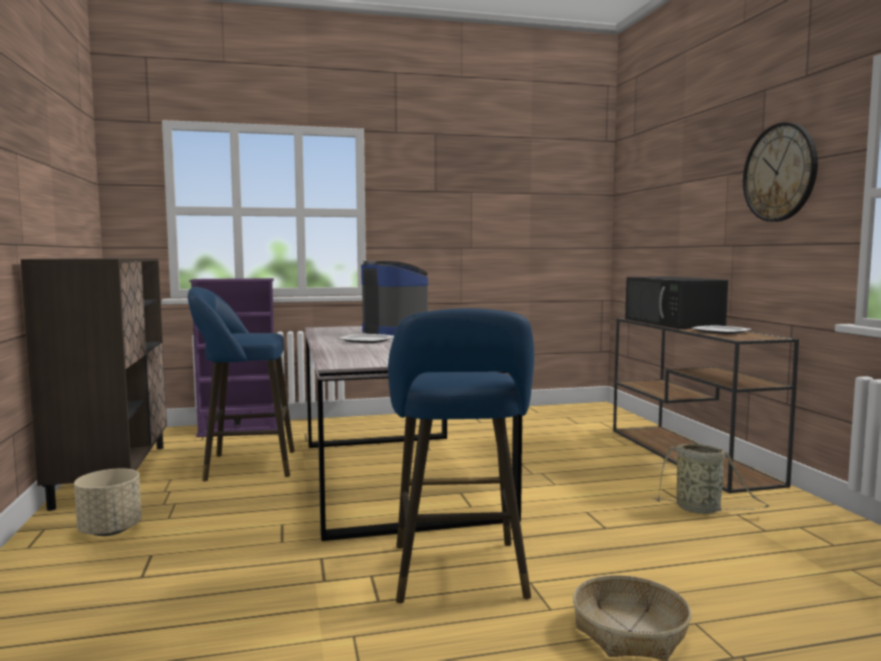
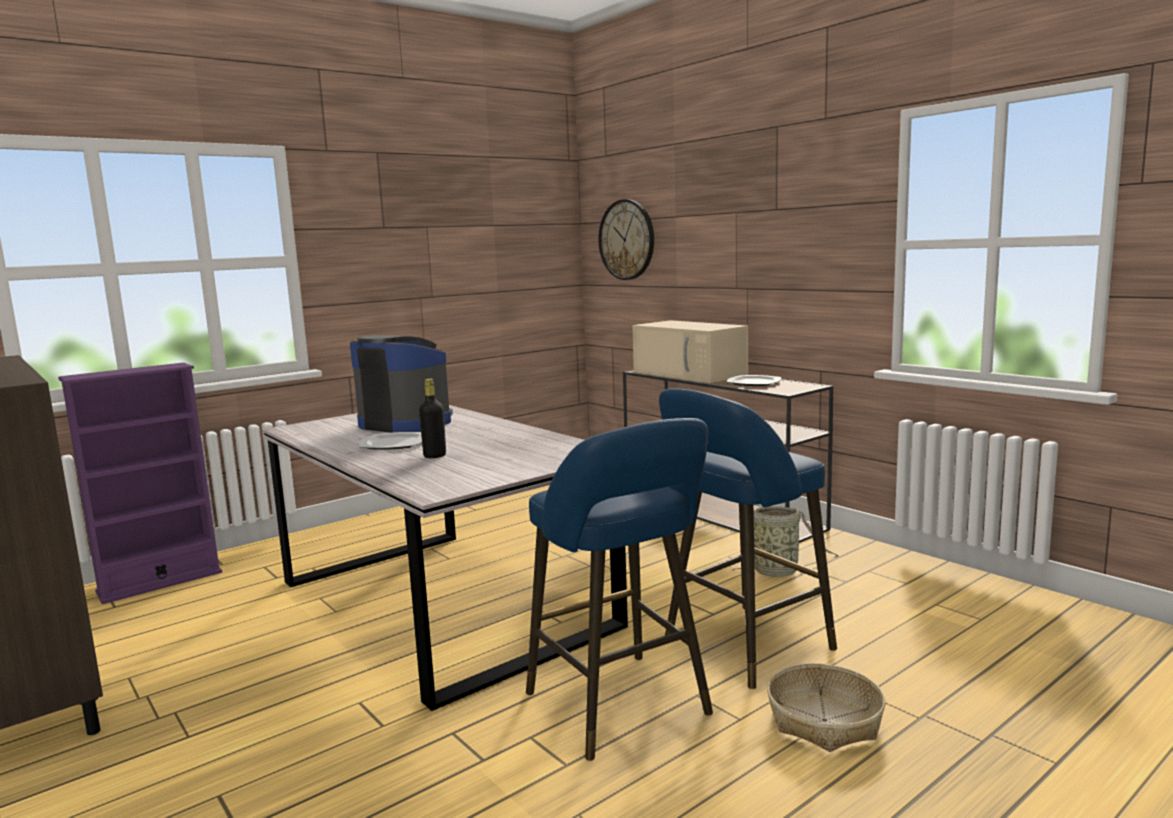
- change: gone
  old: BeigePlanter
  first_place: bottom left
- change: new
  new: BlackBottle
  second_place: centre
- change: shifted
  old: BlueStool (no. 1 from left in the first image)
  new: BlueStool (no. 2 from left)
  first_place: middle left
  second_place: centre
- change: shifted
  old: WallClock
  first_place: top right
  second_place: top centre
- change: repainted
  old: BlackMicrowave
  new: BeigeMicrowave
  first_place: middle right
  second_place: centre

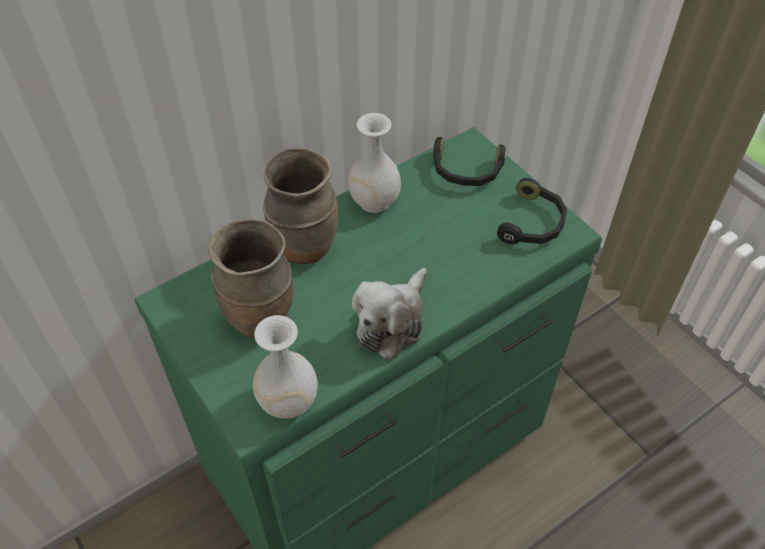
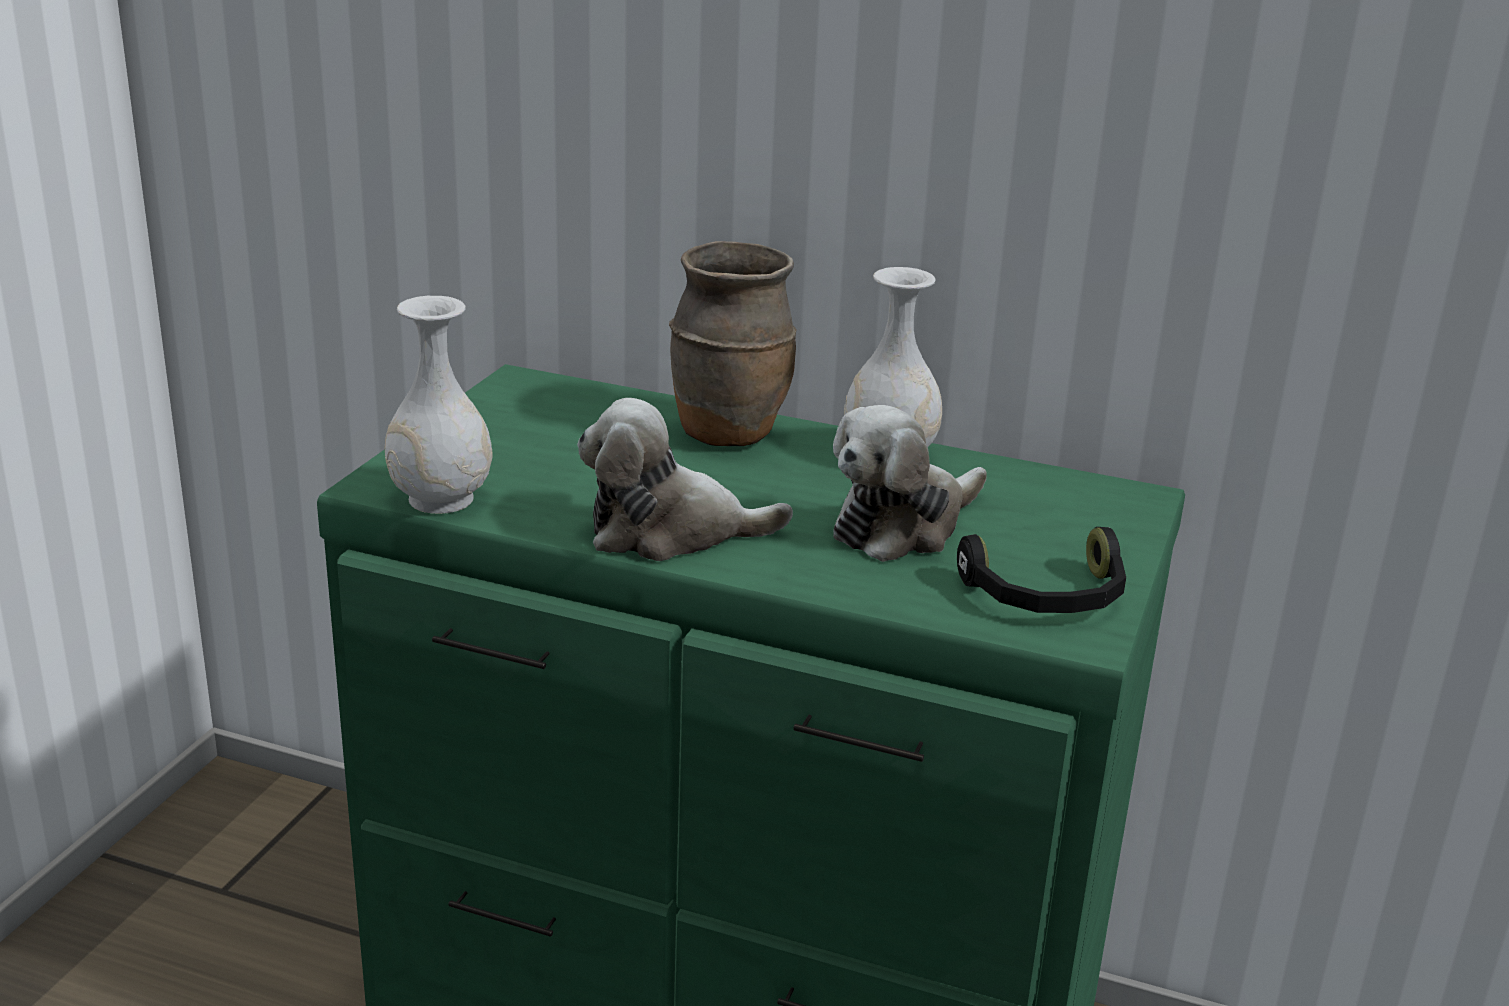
- change: gone
  old: BrownVase (no. 1 from left)
  first_place: middle left
- change: gone
  old: BlackHeadphones (no. 1 from left)
  first_place: top centre
- change: new
  new: PlushToy (no. 2 from left)
  second_place: centre

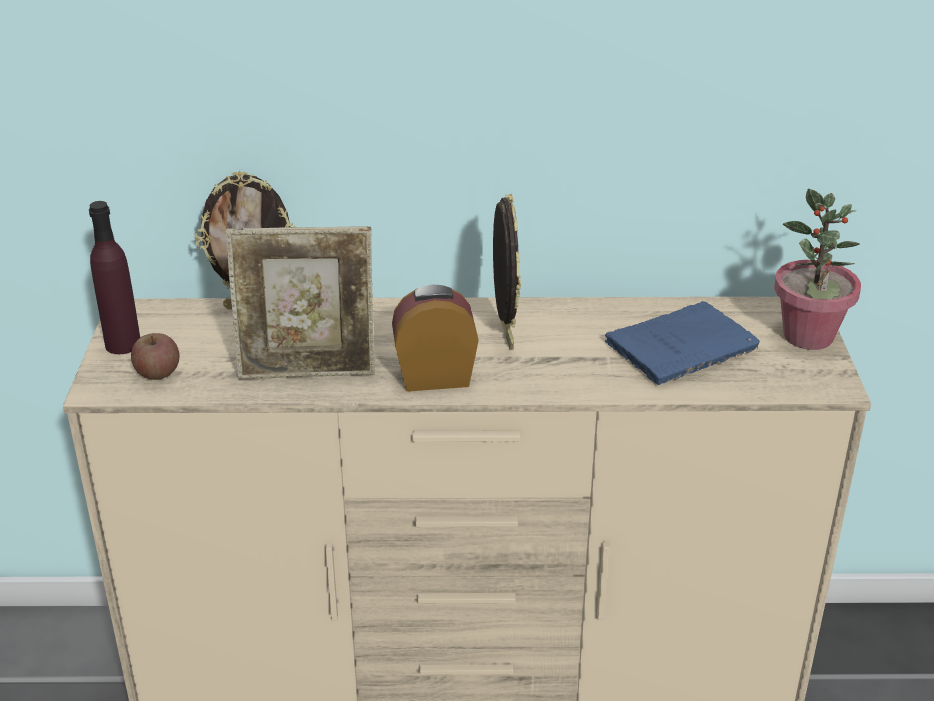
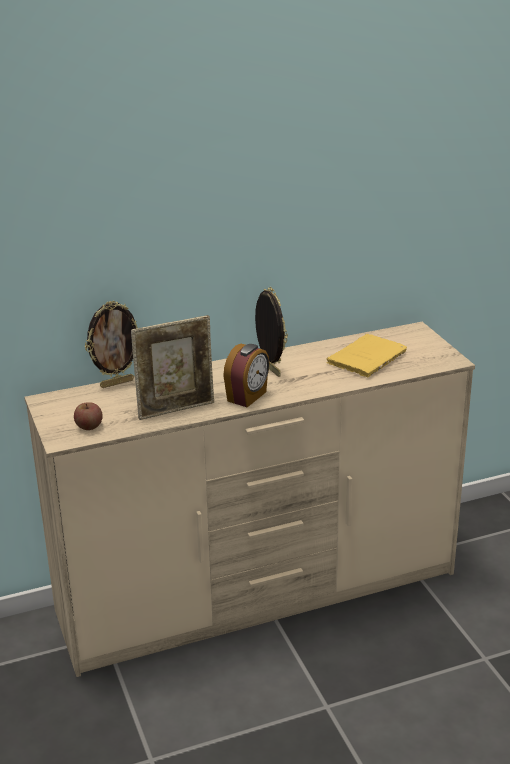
- change: gone
  old: PurpleBottle
  first_place: middle left
- change: gone
  old: PottedPlant
  first_place: middle right
- change: repainted
  old: BlueBook
  new: YellowBook
  first_place: middle right
  second_place: middle right
- change: rotated
  old: AlarmClock
  first_place: centre
  second_place: centre
  degrees: 150

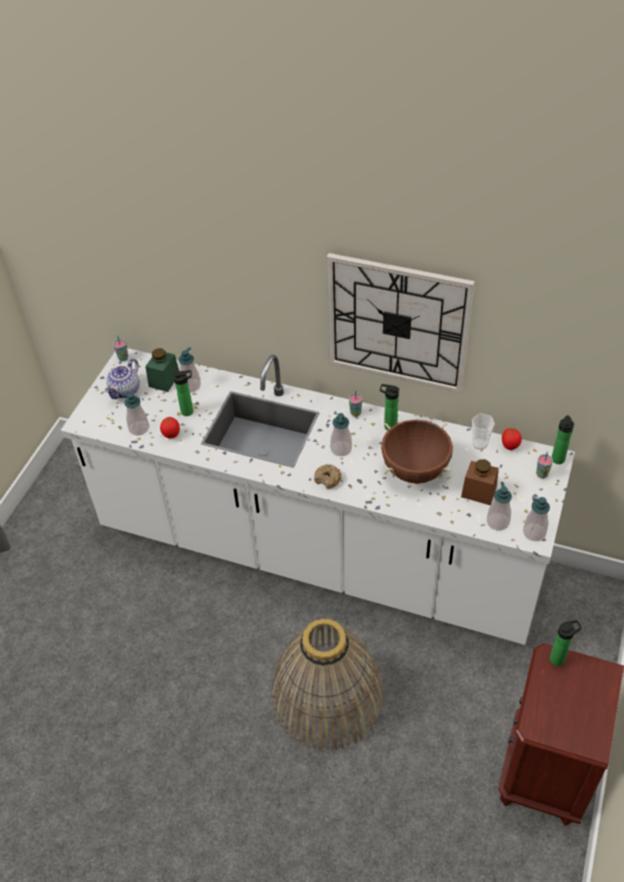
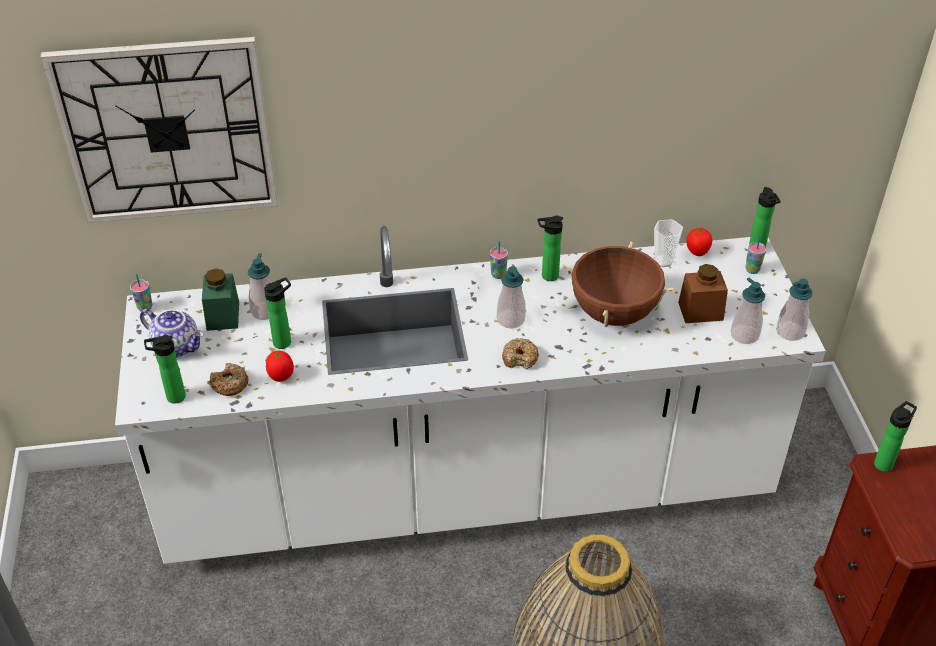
- change: new
  new: Bottle (no. 1 from left)
  second_place: middle left
- change: shifted
  old: WallClock
  first_place: centre
  second_place: top left
- change: swapped
  old: SoapDispenser (no. 1 from left)
  new: Donut (no. 1 from left)
  first_place: middle left
  second_place: middle left
- change: rotated
  old: Teapot
  first_place: middle left
  second_place: middle left
  degrees: -60

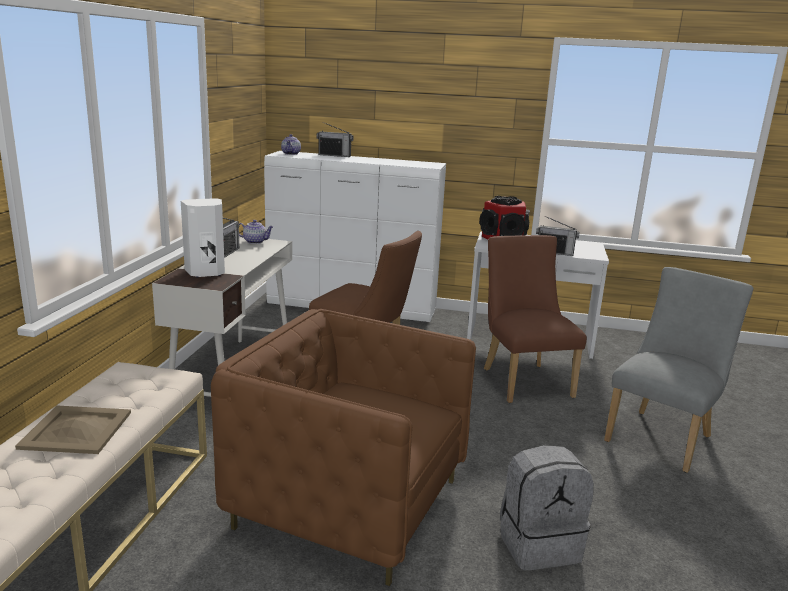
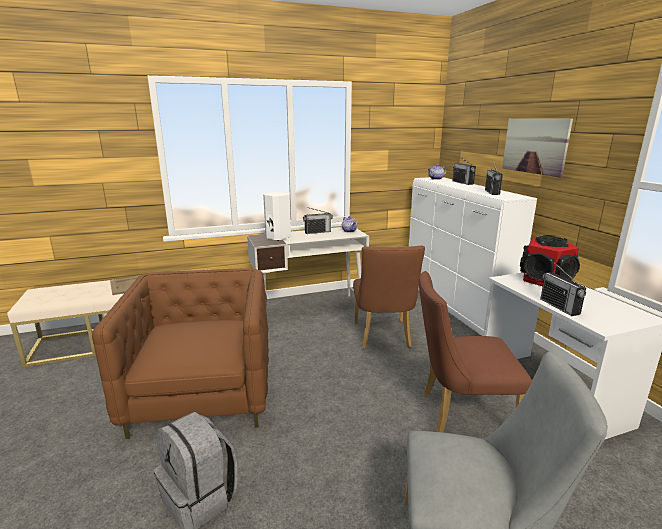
- change: new
  new: Radio (no. 3 from left)
  second_place: middle right
- change: new
  new: Picture
  second_place: top right
- change: rotated
  old: BrownChair (no. 2 from left)
  first_place: middle right
  second_place: middle right
  degrees: -135

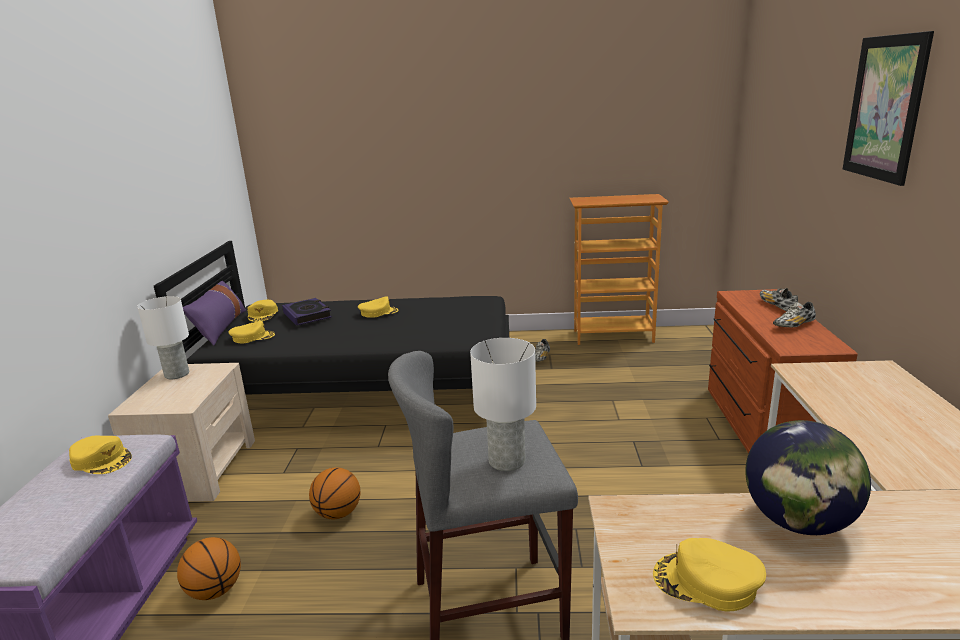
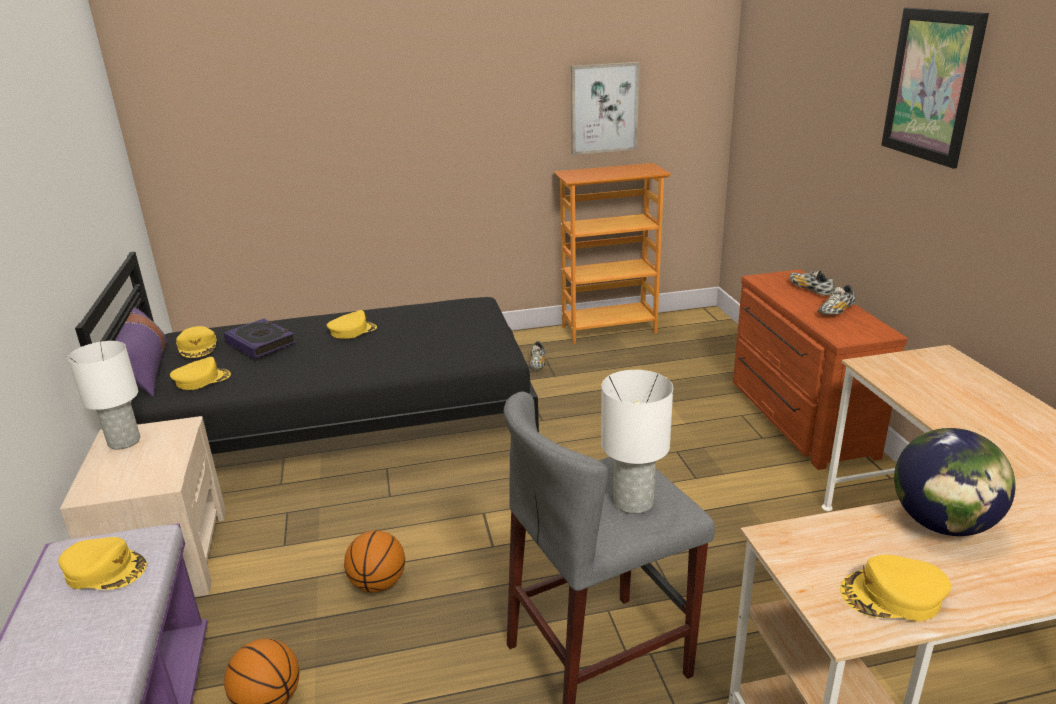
- change: new
  new: Picture (no. 1 from left)
  second_place: top centre

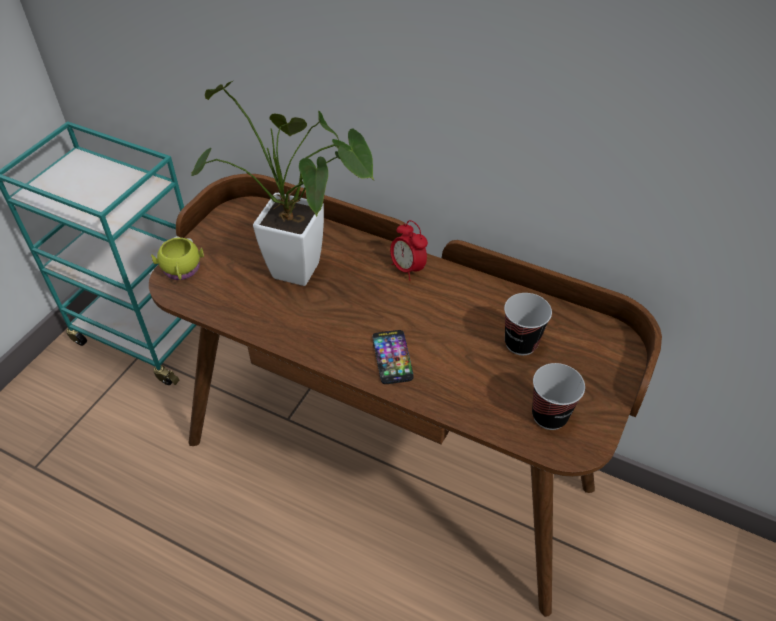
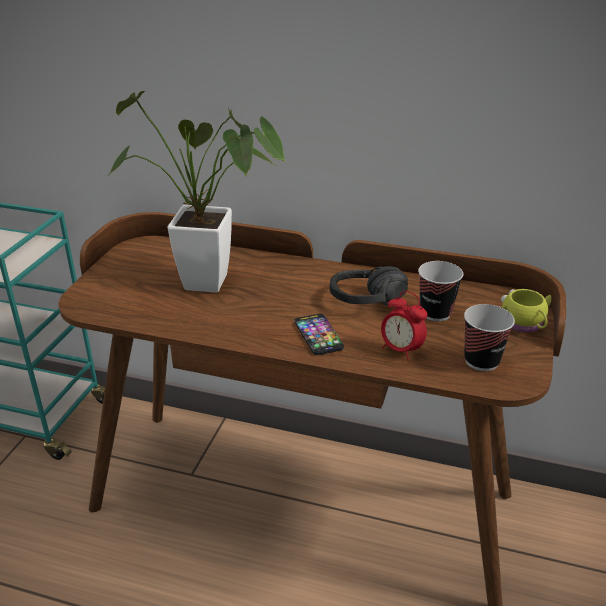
- change: new
  new: BlackHeadphones
  second_place: centre
- change: shifted
  old: YellowMug
  first_place: middle left
  second_place: middle right
- change: shifted
  old: AlarmClock
  first_place: centre
  second_place: middle right

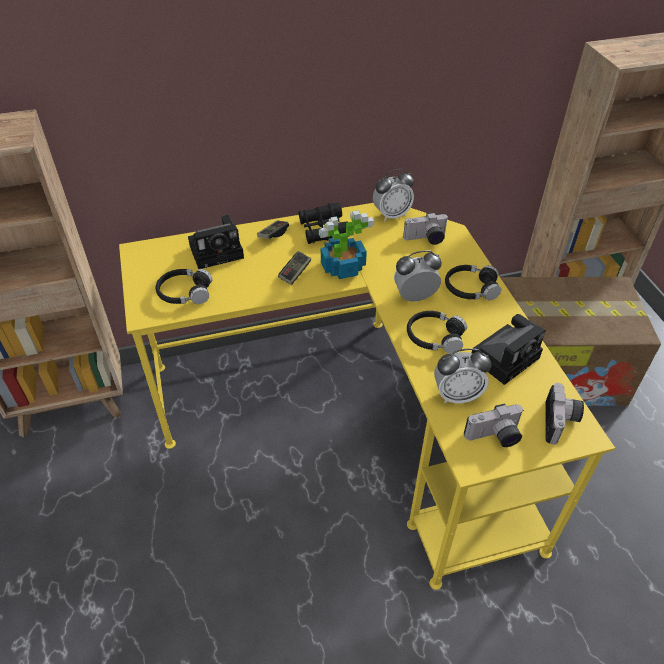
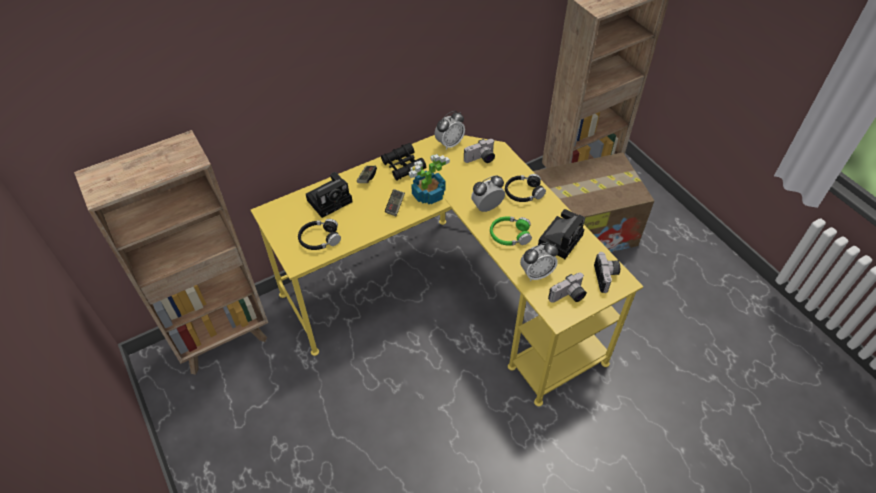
- change: repainted
  old: BlackHeadphones (no. 2 from left)
  new: GreenHeadphones
  first_place: centre
  second_place: centre

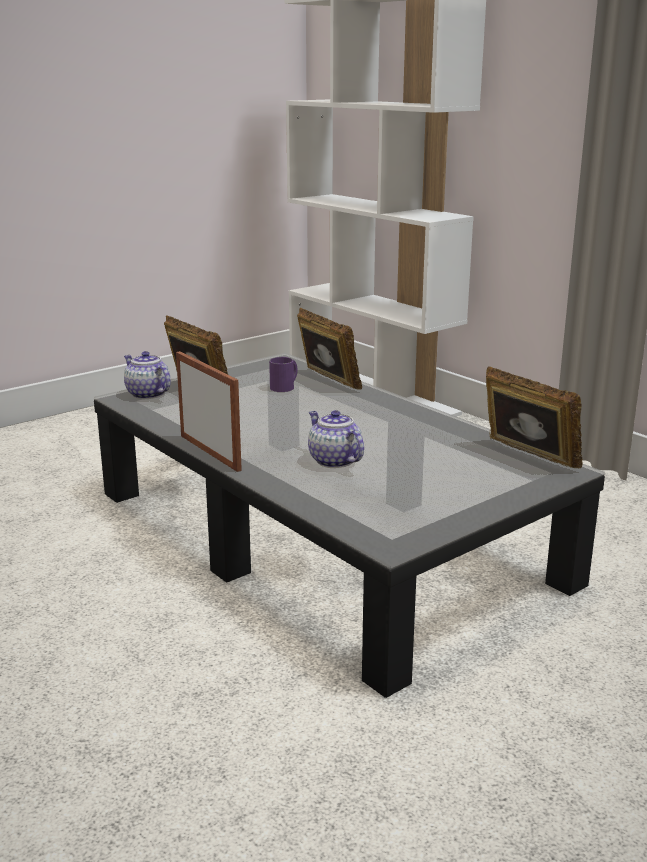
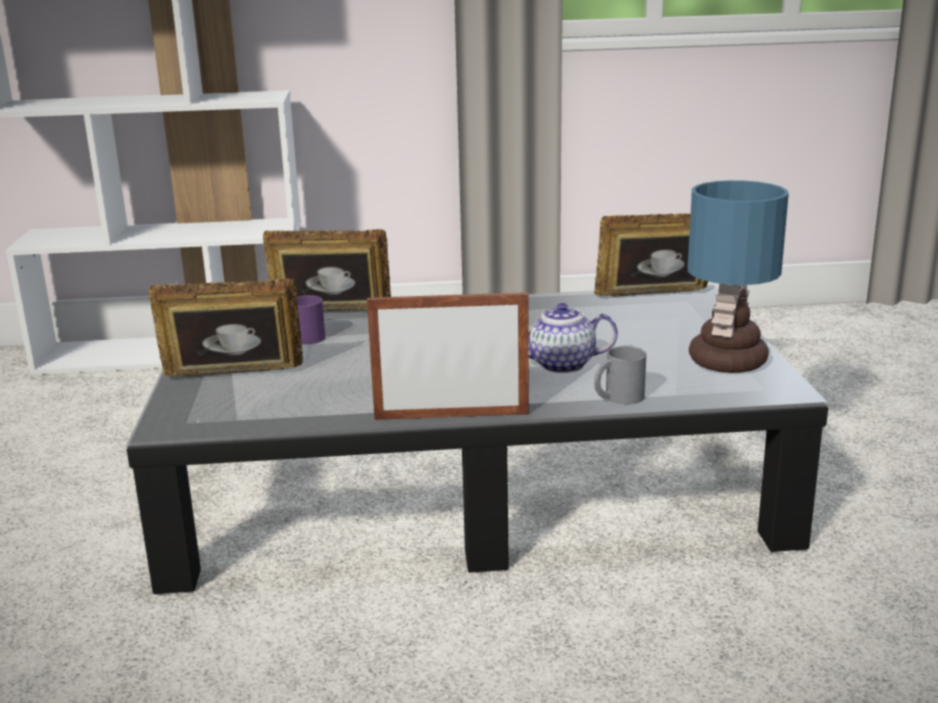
- change: gone
  old: Teapot (no. 1 from left)
  first_place: middle left
- change: new
  new: GreyMug
  second_place: centre
- change: new
  new: TableLamp
  second_place: middle right

